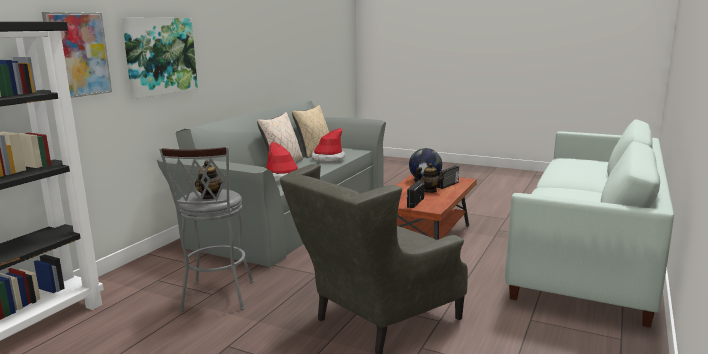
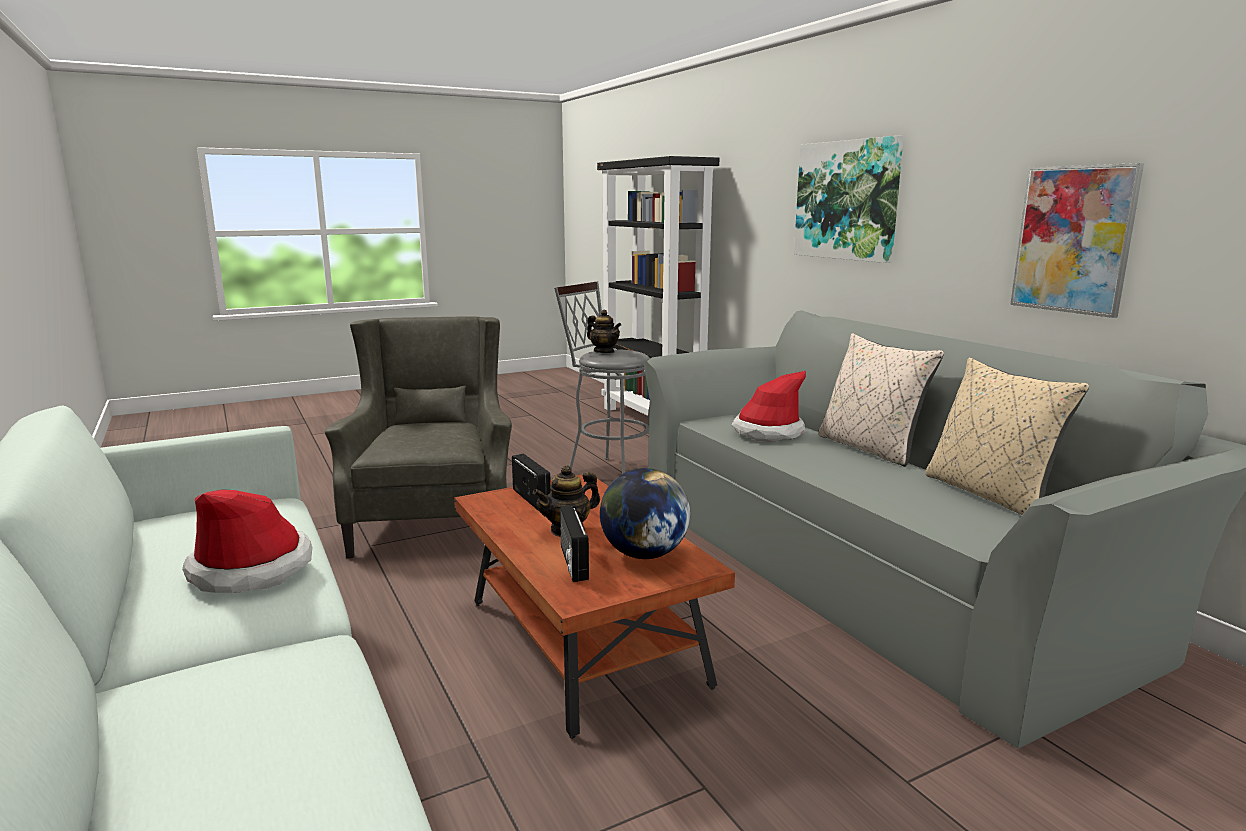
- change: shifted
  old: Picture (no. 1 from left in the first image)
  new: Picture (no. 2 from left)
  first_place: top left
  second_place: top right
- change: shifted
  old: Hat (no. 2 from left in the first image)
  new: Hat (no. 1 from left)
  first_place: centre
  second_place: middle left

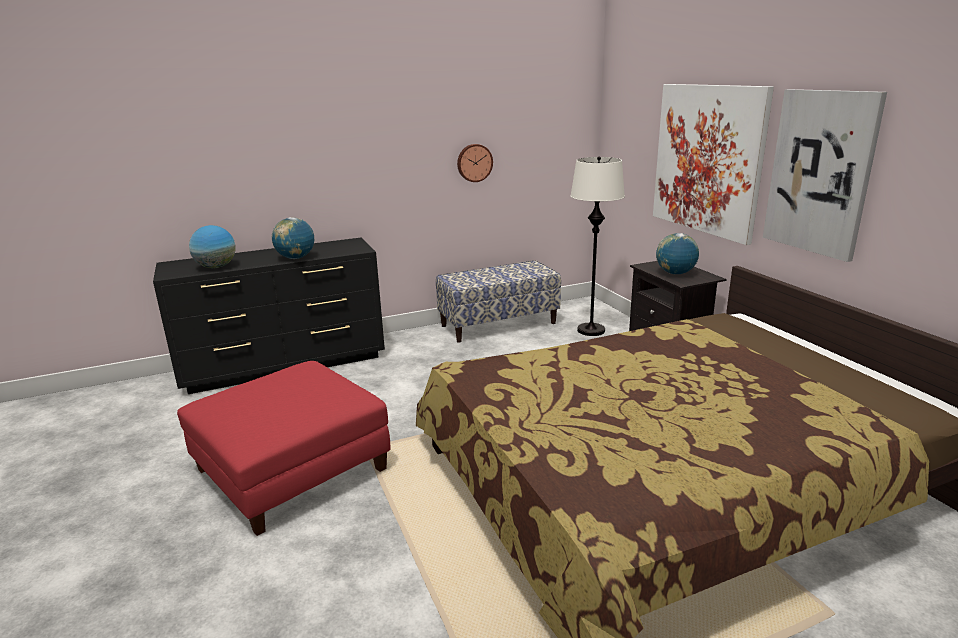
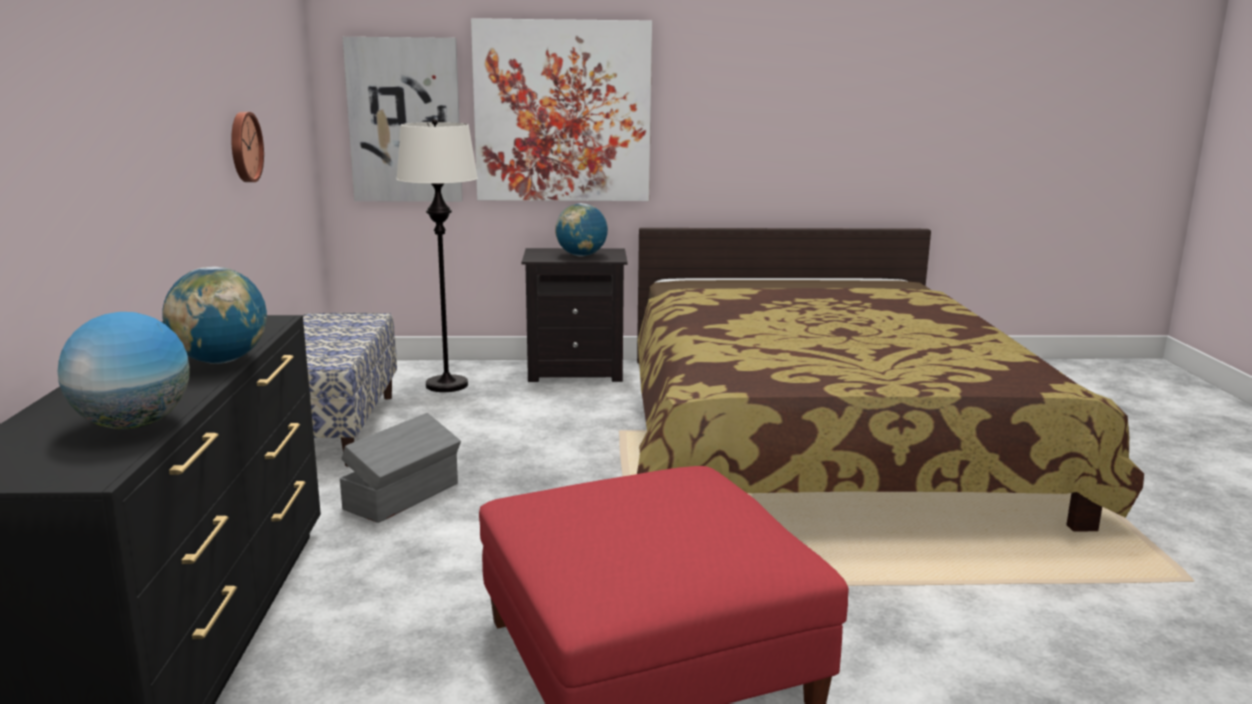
- change: new
  new: GreyStorageBox
  second_place: middle left
- change: shifted
  old: Picture (no. 2 from left in the first image)
  new: Picture (no. 1 from left)
  first_place: top right
  second_place: top left

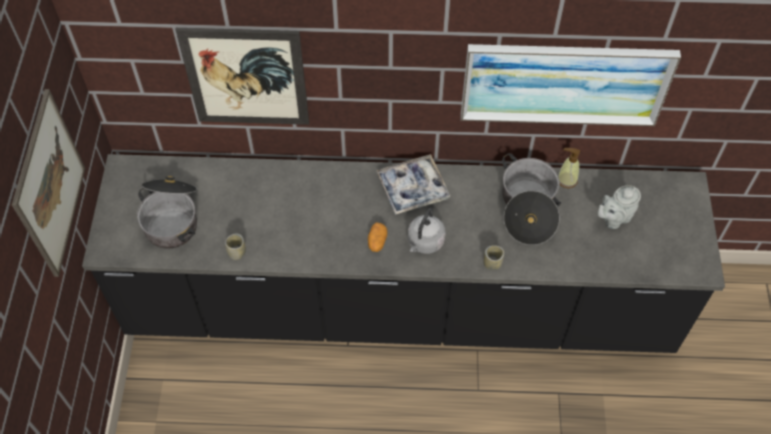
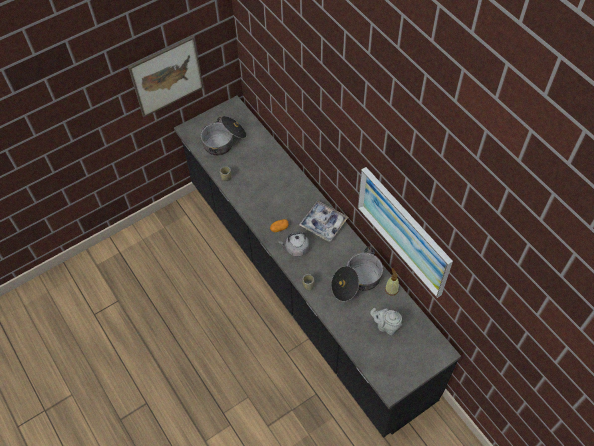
- change: gone
  old: Picture (no. 2 from left)
  first_place: top left

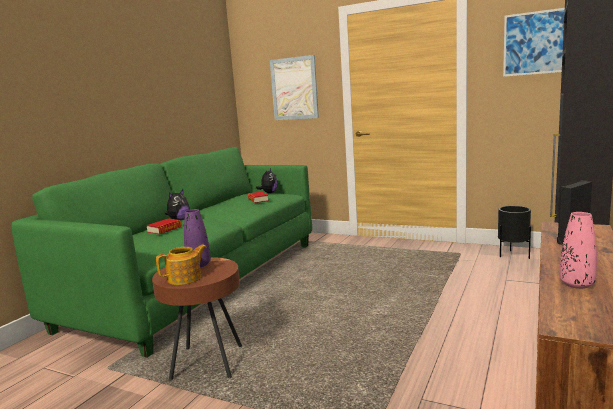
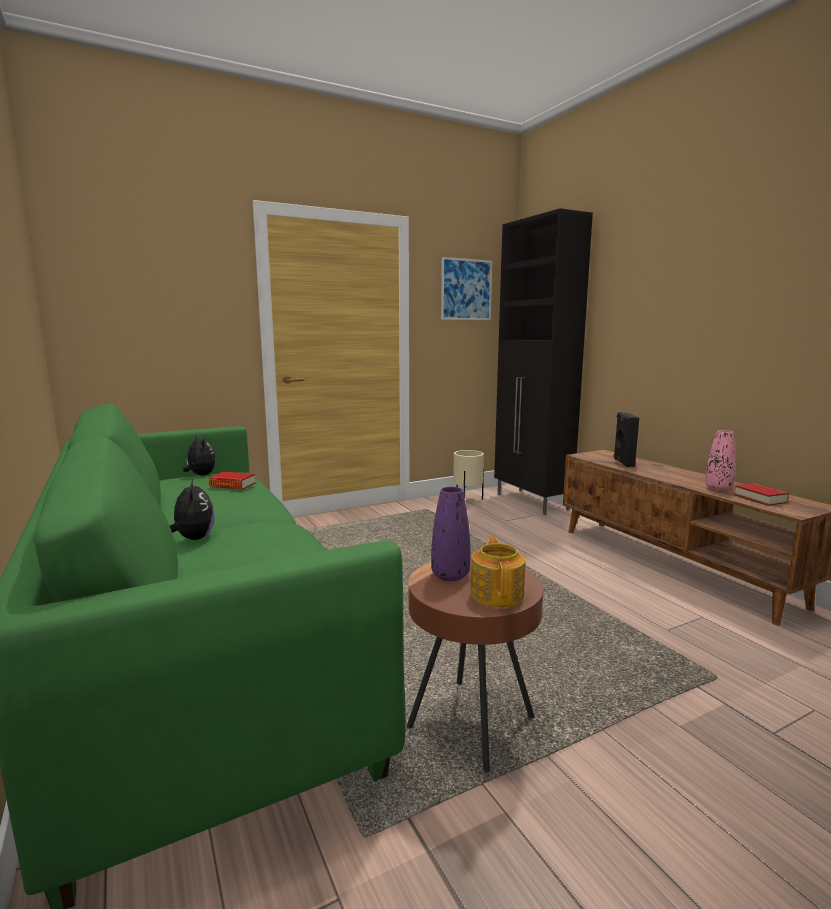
- change: gone
  old: Picture (no. 1 from left)
  first_place: top centre
- change: shifted
  old: Book (no. 1 from left in the first image)
  new: Book (no. 2 from left)
  first_place: middle left
  second_place: middle right
- change: repainted
  old: BlackPlanter
  new: BeigePlanter
  first_place: middle right
  second_place: centre

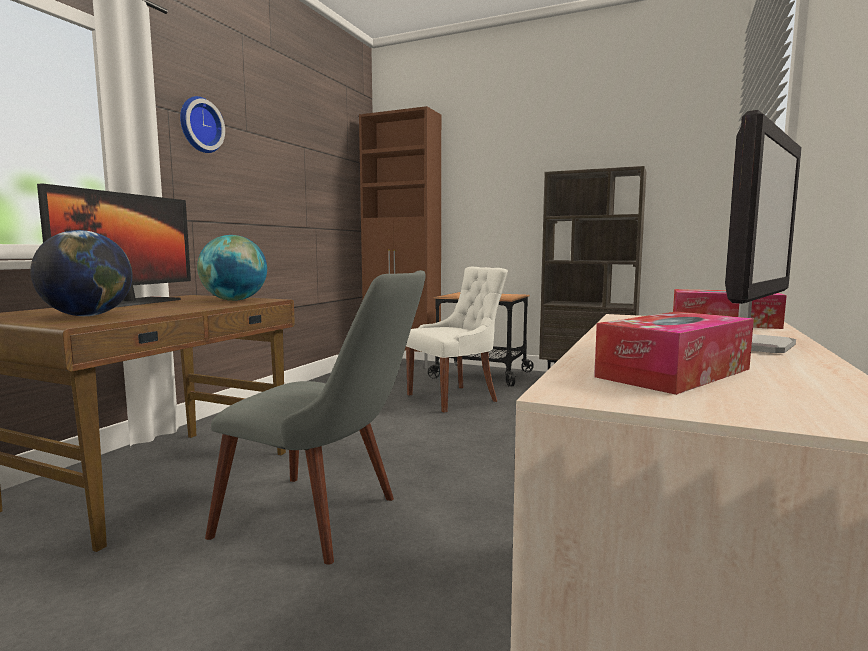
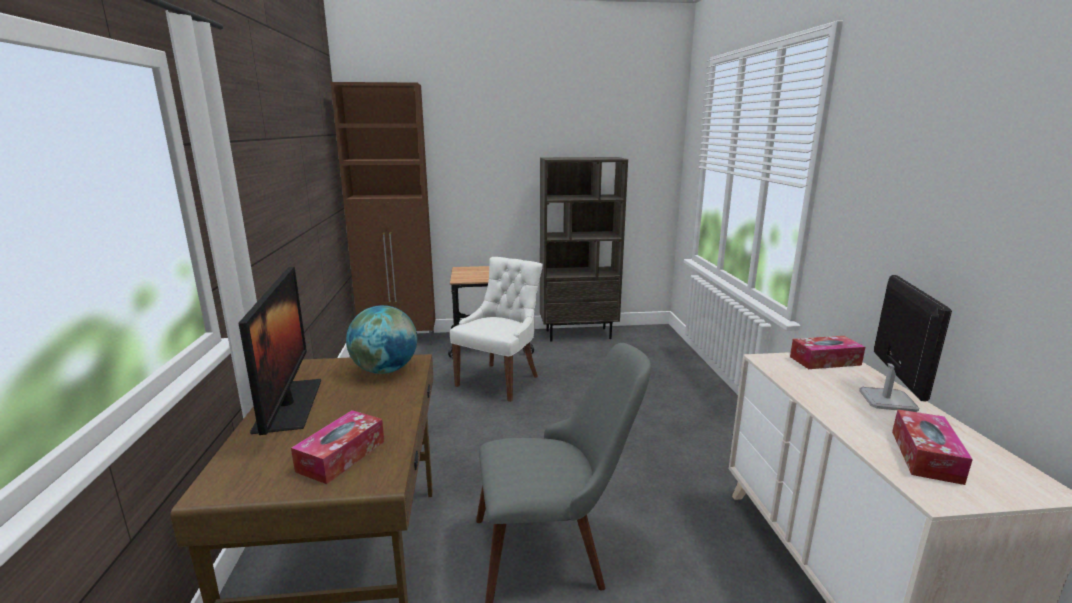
- change: gone
  old: WallClock
  first_place: top left
- change: swapped
  old: Globe (no. 1 from left)
  new: TissueBox (no. 1 from left)
  first_place: middle left
  second_place: bottom left

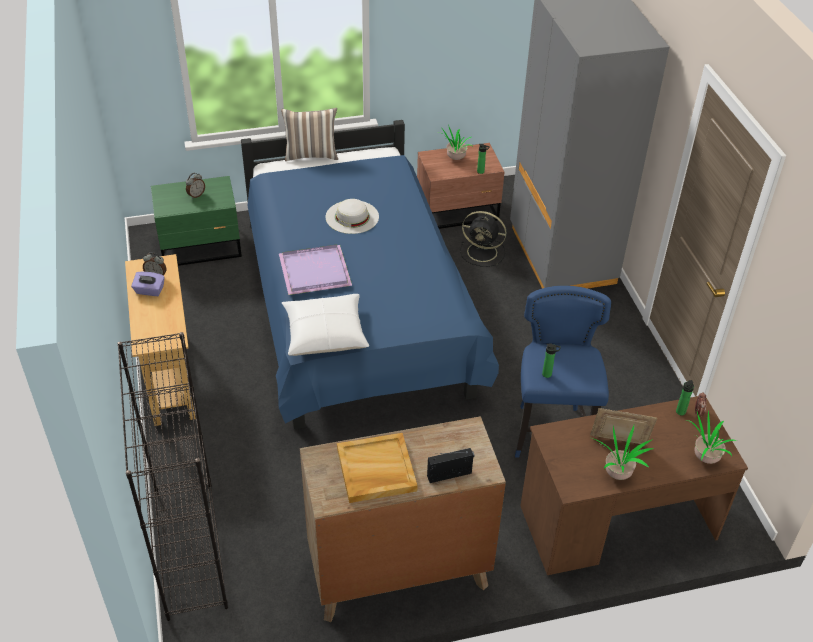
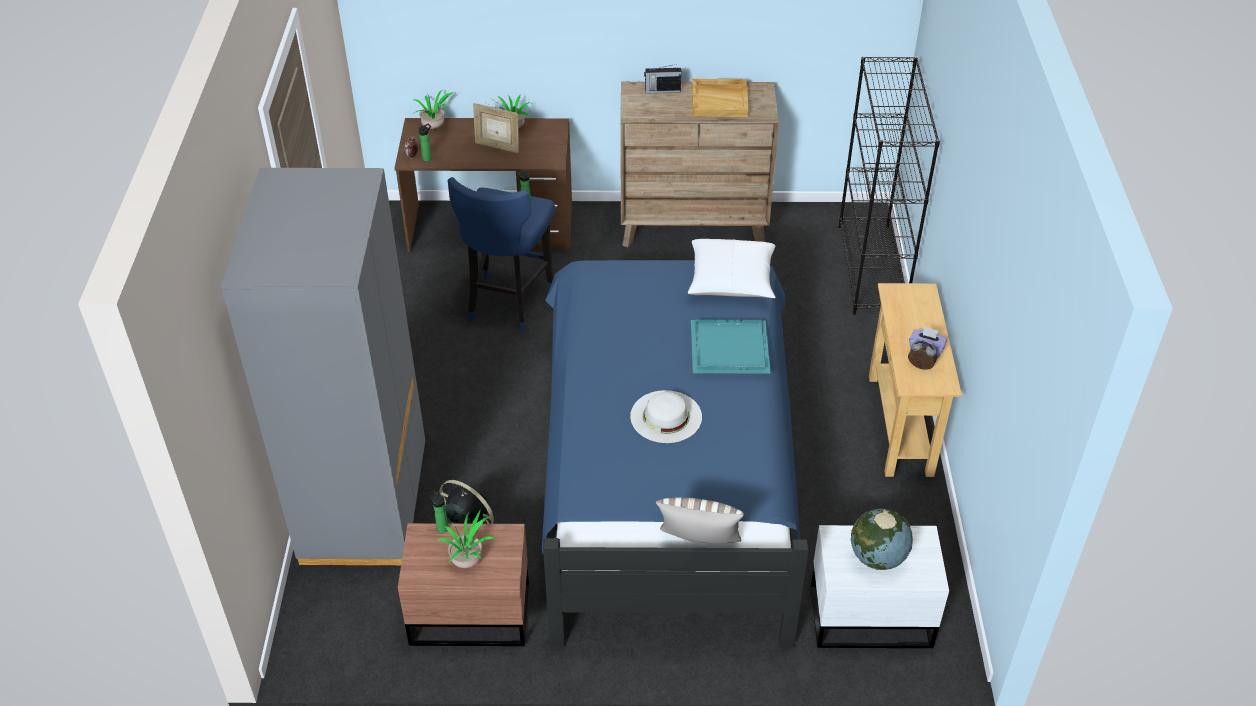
- change: swapped
  old: AlarmClock (no. 2 from left)
  new: Globe
  first_place: top left
  second_place: bottom right
- change: repainted
  old: GreenNightstand
  new: WhiteNightstand
  first_place: middle left
  second_place: bottom right
- change: repainted
  old: PurpleTray
  new: TurquoiseTray
  first_place: centre
  second_place: centre

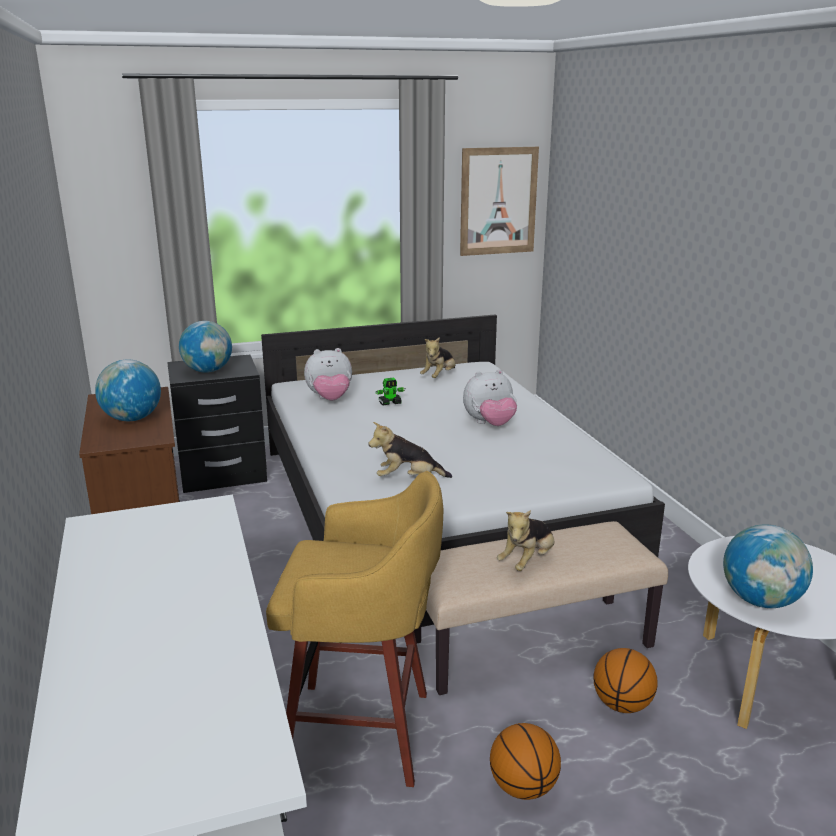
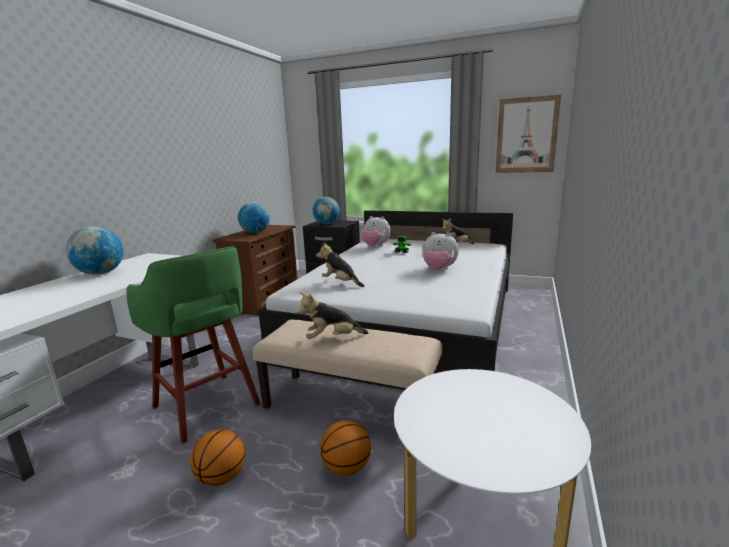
- change: shifted
  old: Globe (no. 3 from left in the first image)
  new: Globe (no. 1 from left)
  first_place: bottom right
  second_place: middle left
- change: repainted
  old: YellowStool
  new: GreenStool
  first_place: bottom centre
  second_place: middle left

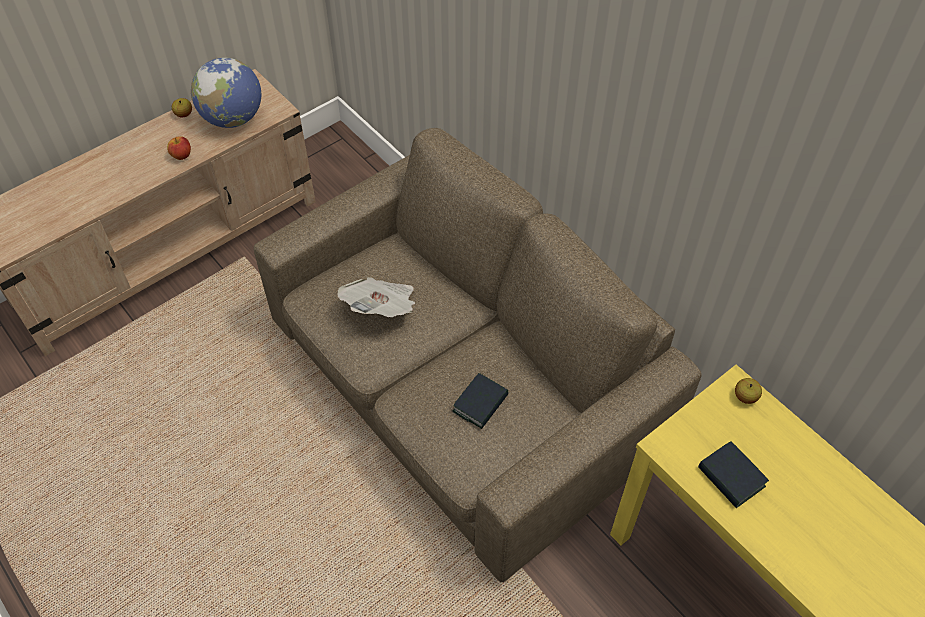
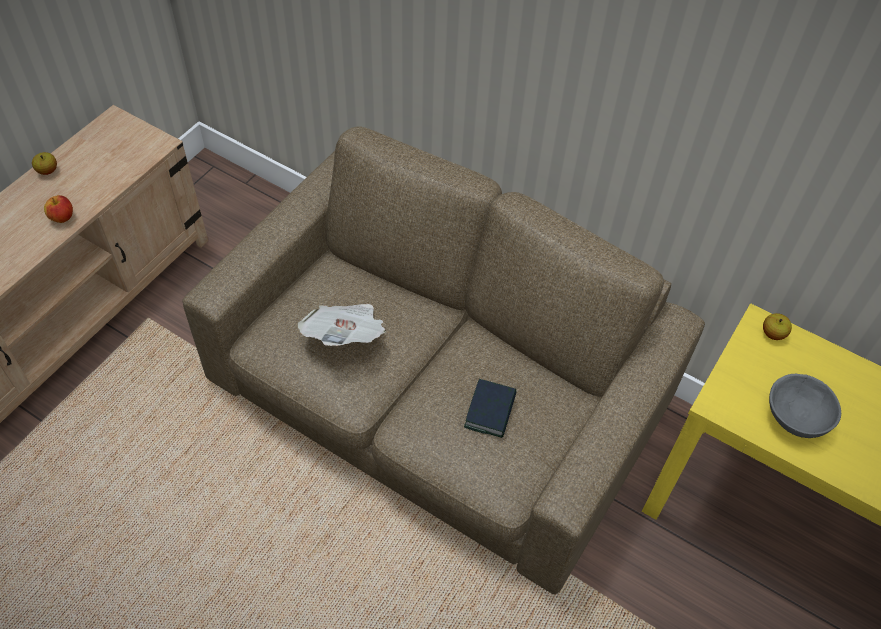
- change: gone
  old: Globe
  first_place: top left
- change: swapped
  old: Book (no. 2 from left)
  new: GreyBowl
  first_place: bottom right
  second_place: middle right

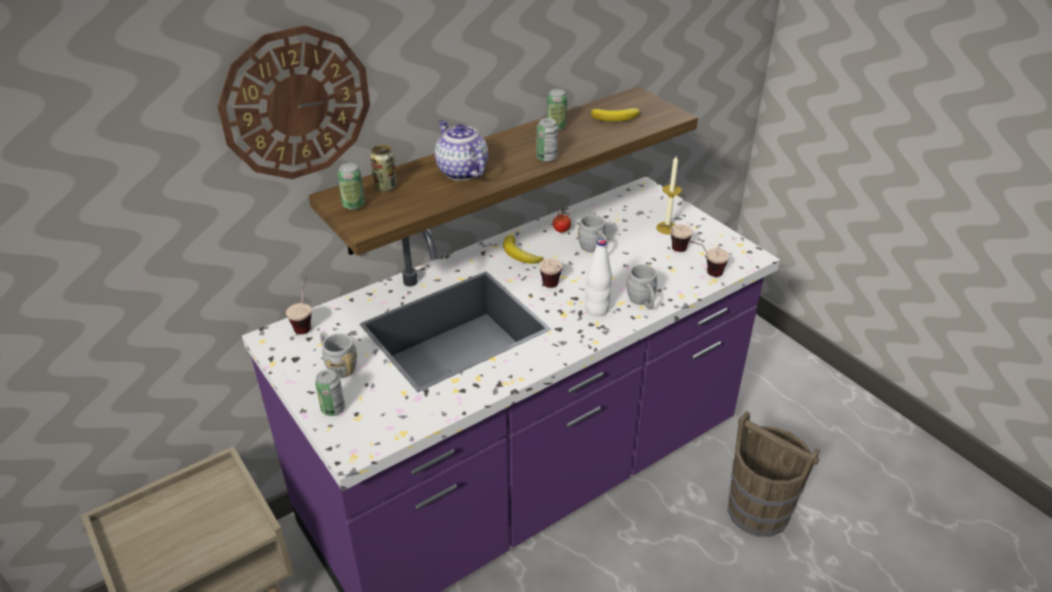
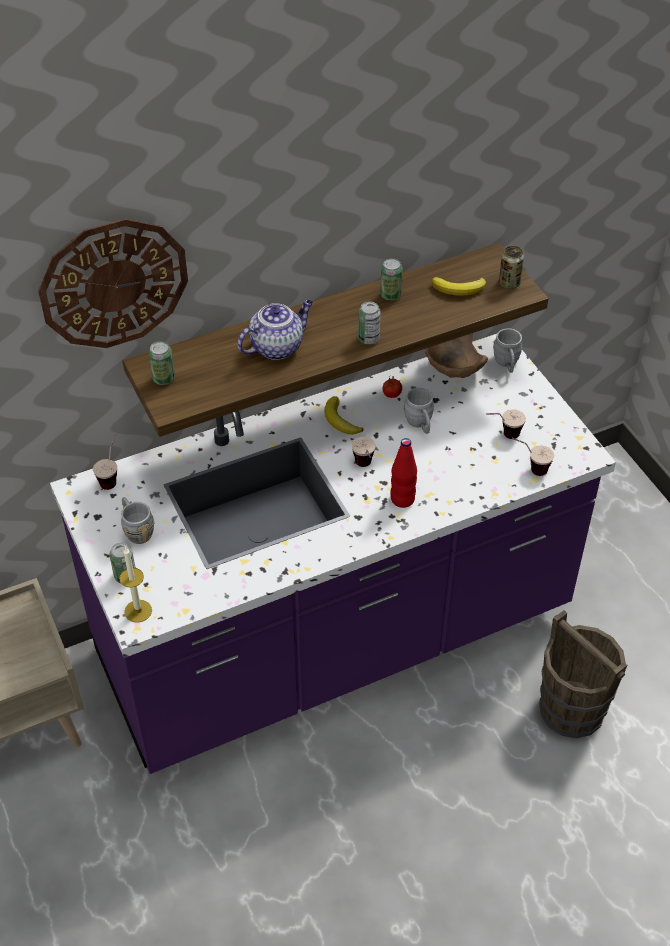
- change: new
  new: BrownBowl
  second_place: middle right
- change: shifted
  old: Can (no. 3 from left in the first image)
  new: Can (no. 5 from left)
  first_place: top centre
  second_place: top right
- change: shifted
  old: GreyMug (no. 3 from left)
  first_place: centre
  second_place: middle right
- change: shifted
  old: Candle
  first_place: top centre
  second_place: middle left
- change: repainted
  old: WhiteBottle
  new: RedBottle
  first_place: centre
  second_place: centre
- change: rotated
  old: Teapot
  first_place: top centre
  second_place: centre
  degrees: 75

